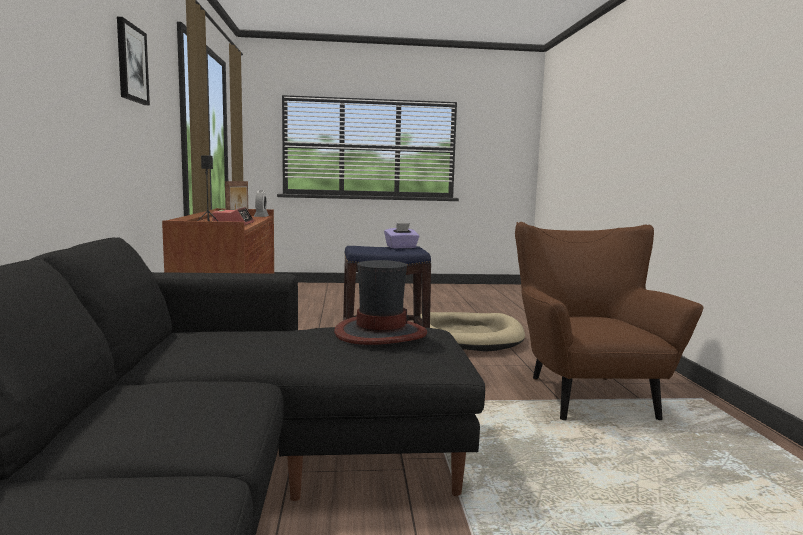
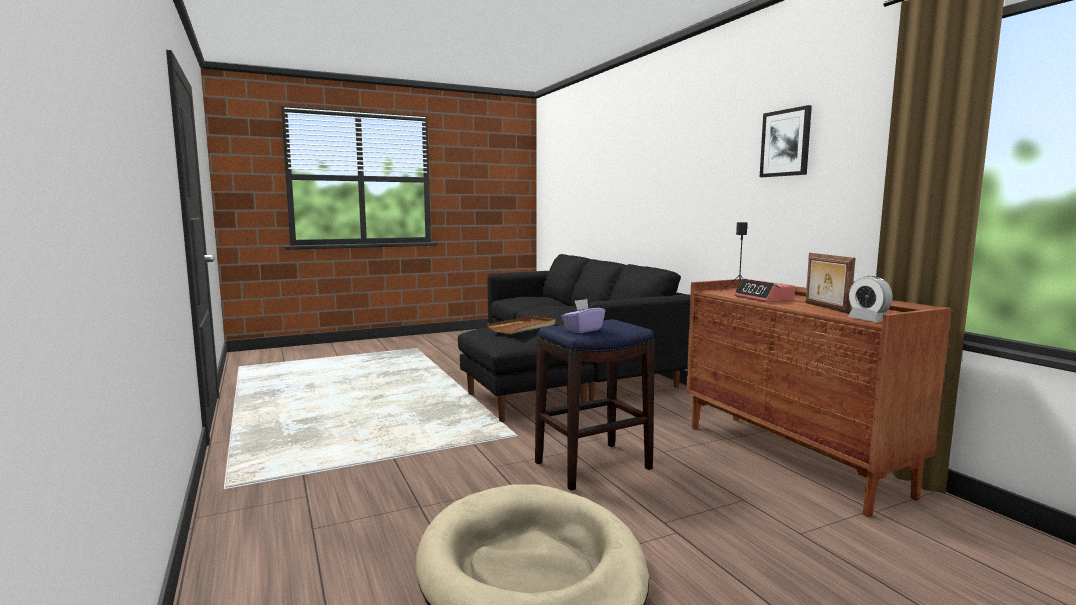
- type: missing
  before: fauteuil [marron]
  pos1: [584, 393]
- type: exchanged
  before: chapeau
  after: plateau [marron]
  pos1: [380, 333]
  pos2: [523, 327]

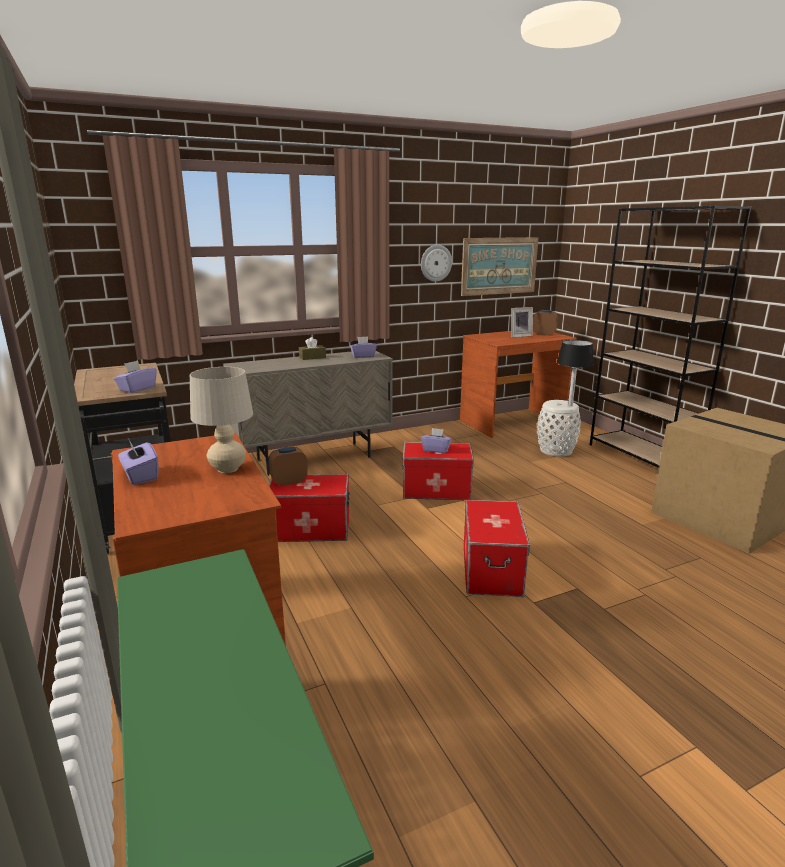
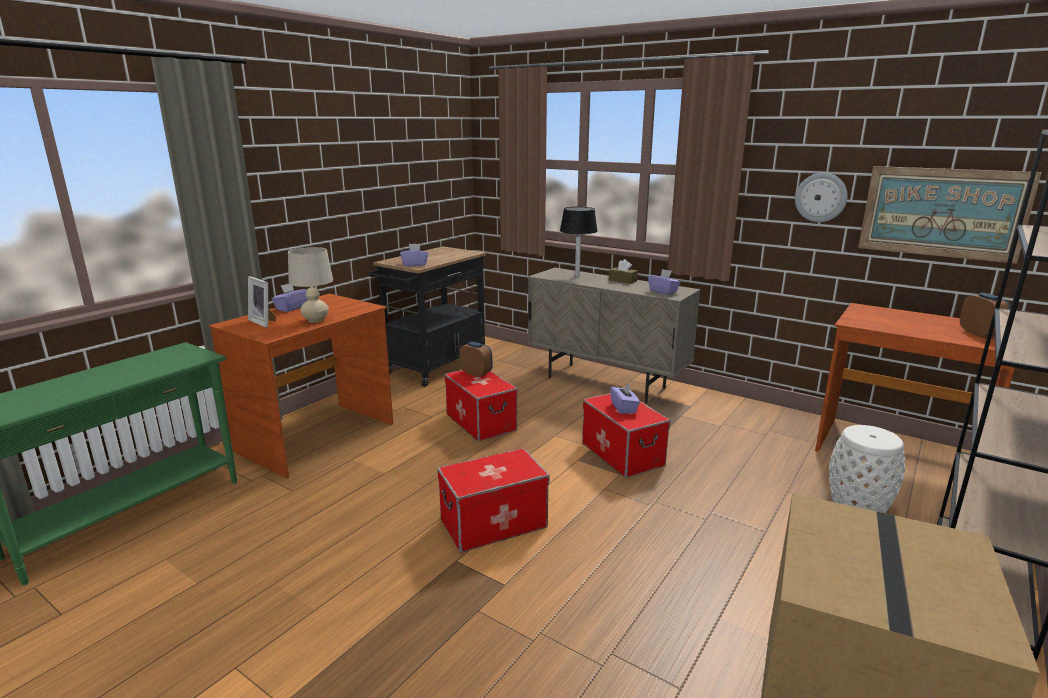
- type: relocated
  before: cadre photo
  pos1: [519, 336]
  pos2: [264, 322]
- type: relocated
  before: lampe de table [noir]
  pos1: [570, 405]
  pos2: [577, 276]

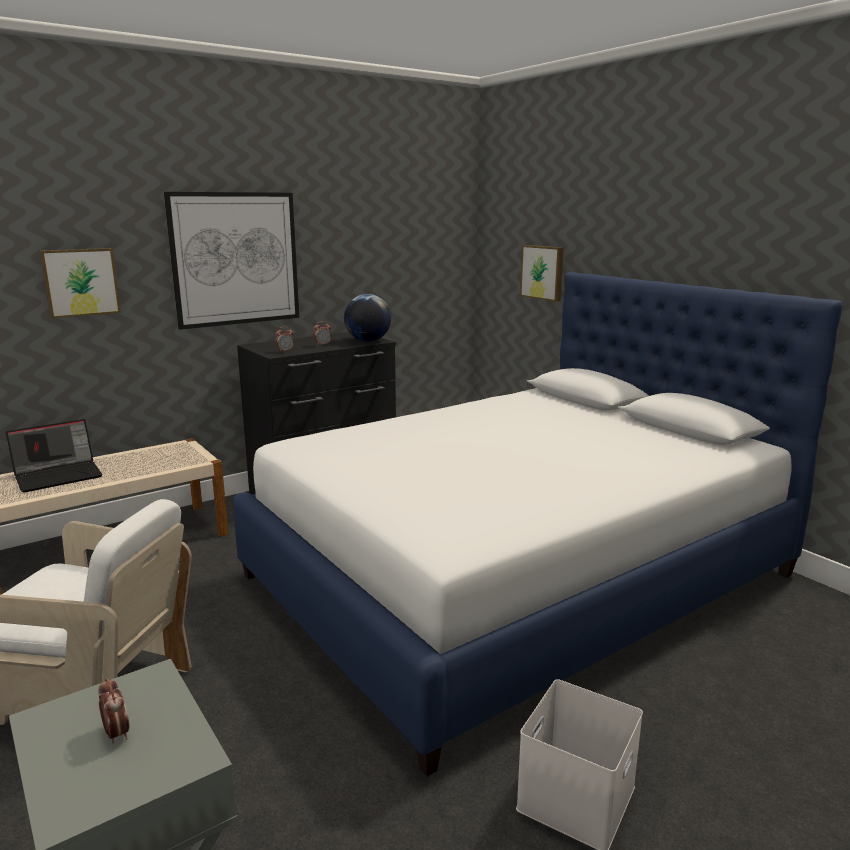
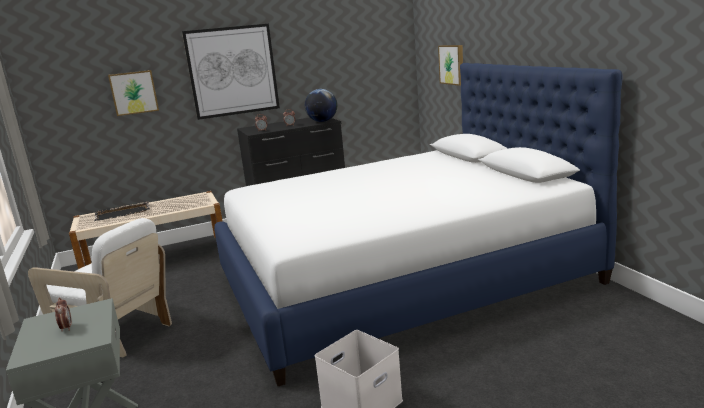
- type: exchanged
  before: ordinateur portable
  after: plateau [noir]
  pos1: [59, 475]
  pos2: [123, 213]

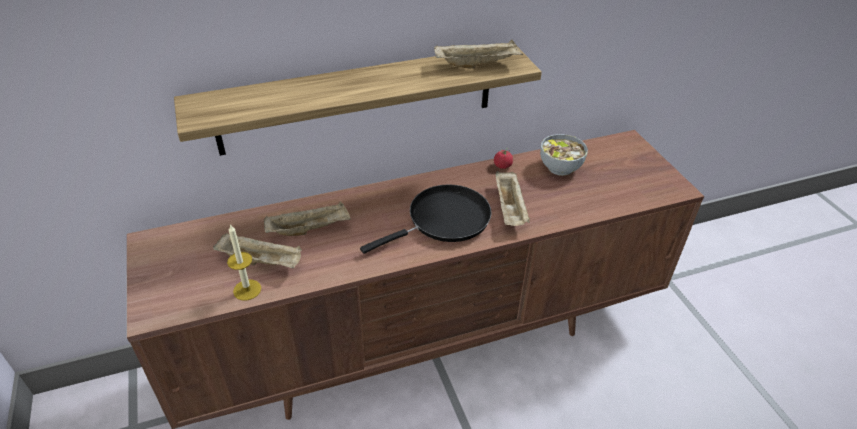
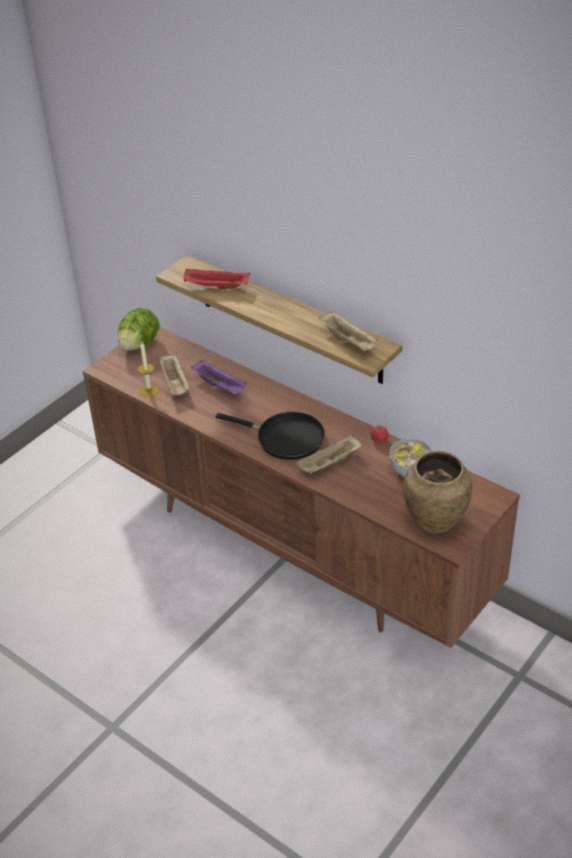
- type: colour
  before: plateau [beige]
  after: plateau [violet]
  pos1: [310, 229]
  pos2: [220, 386]
- type: appeared
  after: plateau [rouge]
  pos2: [216, 287]
- type: appeared
  after: laitue
  pos2: [139, 344]
- type: appeared
  after: vase [marron]
  pos2: [435, 522]

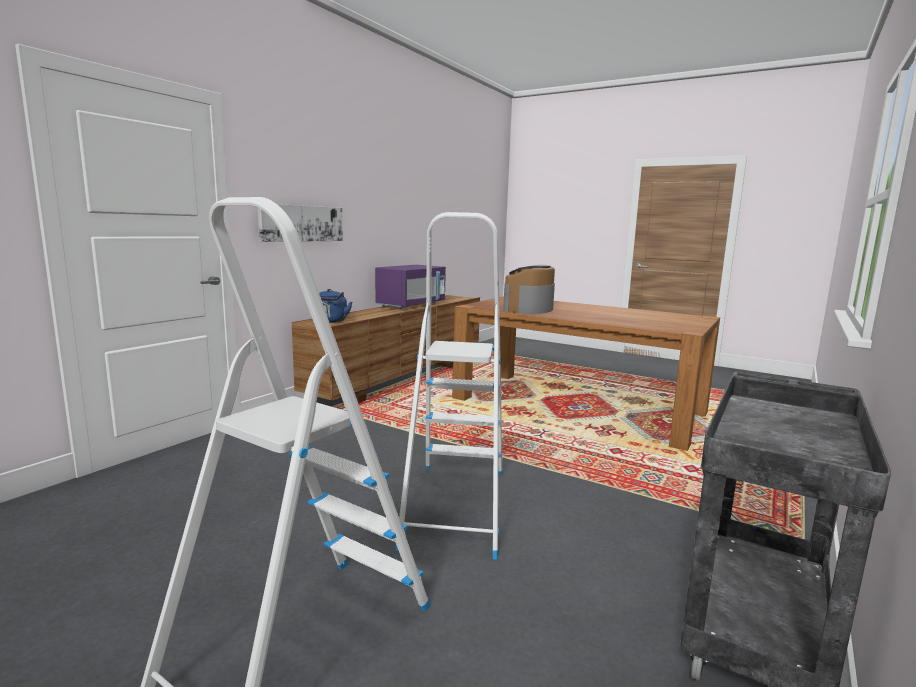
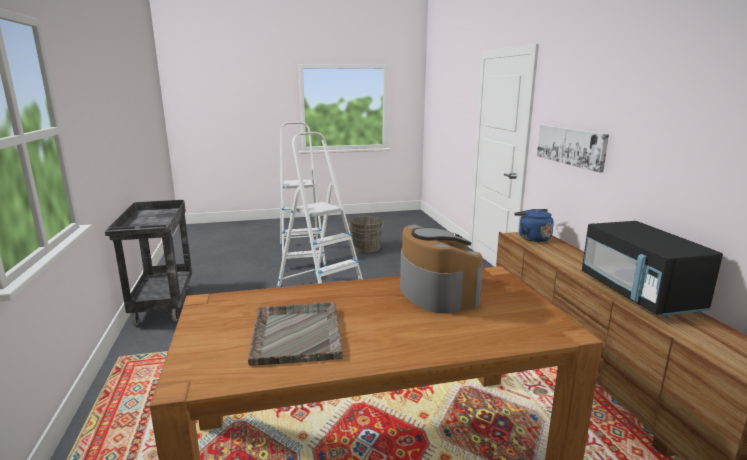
- type: colour
  before: micro-ondes [violet]
  after: micro-ondes [noir]
  pos1: [411, 305]
  pos2: [639, 294]
- type: appeared
  after: seau [gris]
  pos2: [366, 249]
- type: appeared
  after: plateau [gris]
  pos2: [297, 333]

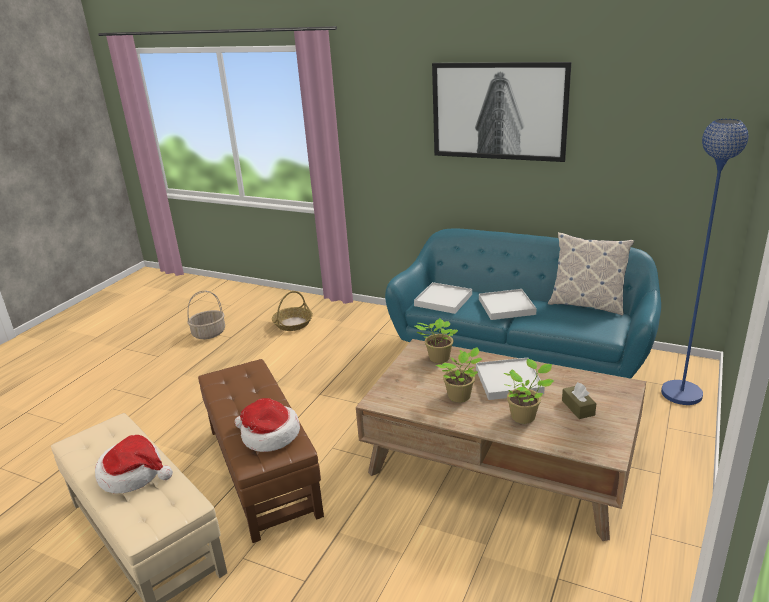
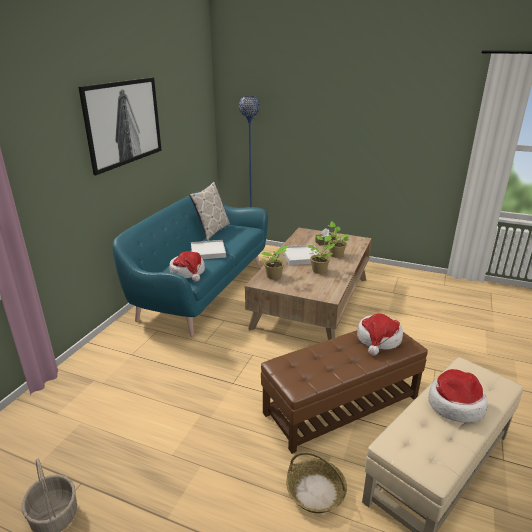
- type: exchanged
  before: plateau [blanc]
  after: chapeau
  pos1: [443, 300]
  pos2: [188, 272]
- type: relocated
  before: panier
  pos1: [293, 323]
  pos2: [315, 492]

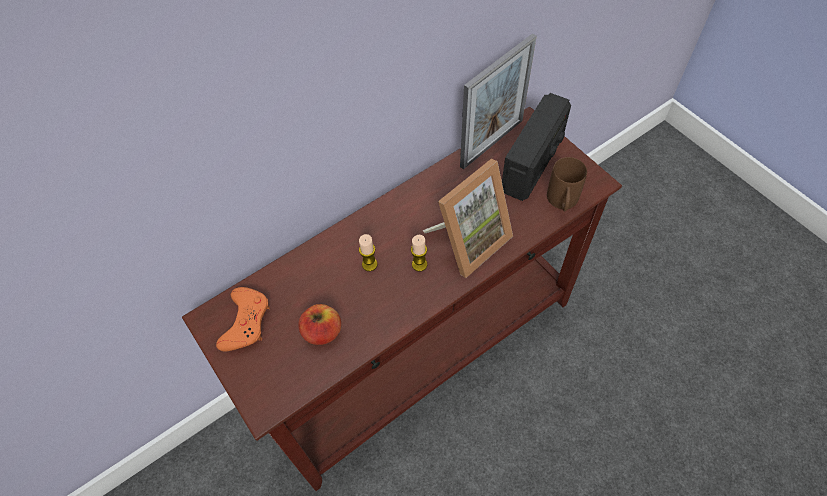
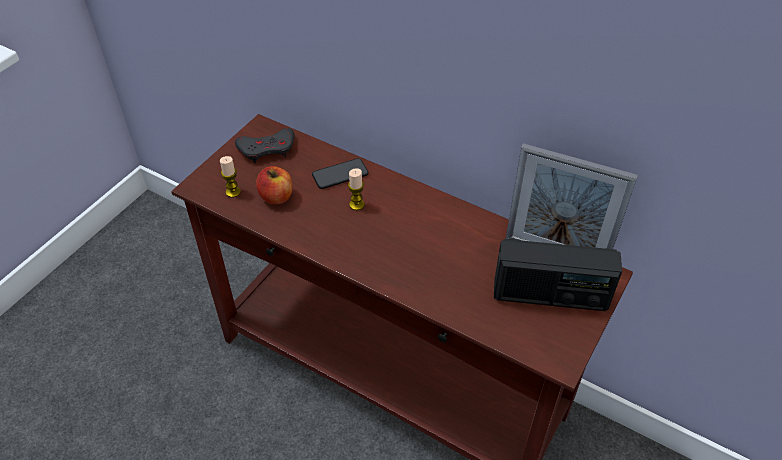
- type: missing
  before: mug [marron]
  pos1: [562, 203]
- type: missing
  before: cadre photo
  pos1: [468, 240]
- type: relocated
  before: bougie
  pos1: [419, 264]
  pos2: [233, 192]
- type: colour
  before: manette [orange]
  after: manette [gris]
  pos1: [246, 322]
  pos2: [267, 149]
- type: appeared
  after: téléphone
  pos2: [340, 174]

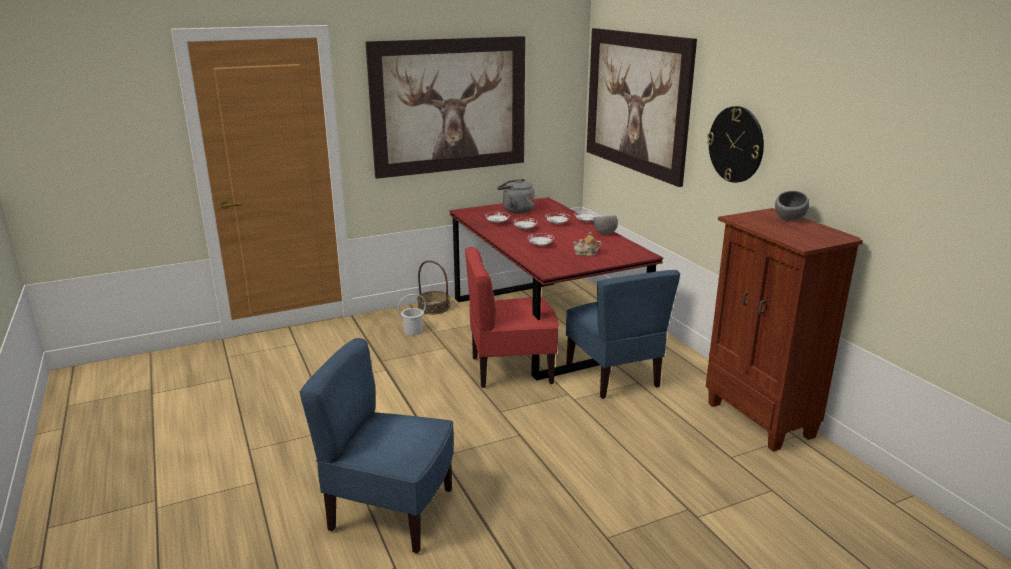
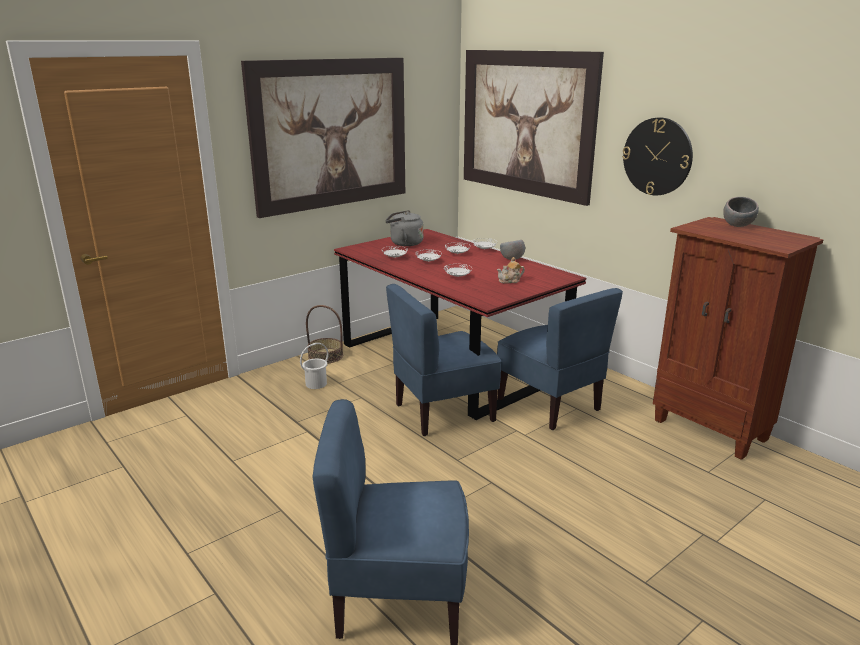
- type: colour
  before: chaise [rouge]
  after: chaise [bleu]
  pos1: [511, 369]
  pos2: [443, 412]

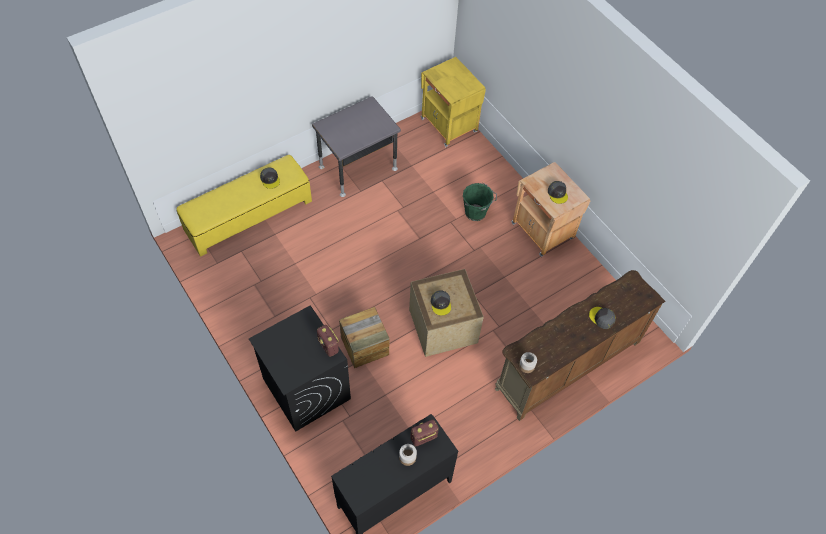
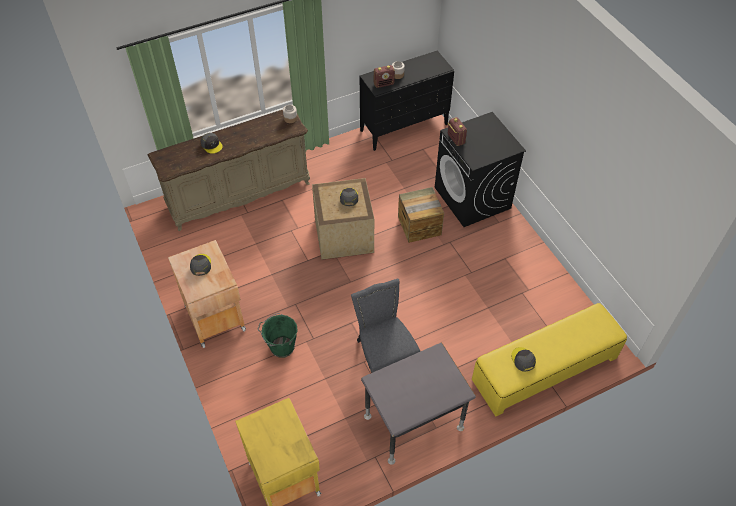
- type: appeared
  after: chaise [gris]
  pos2: [384, 357]

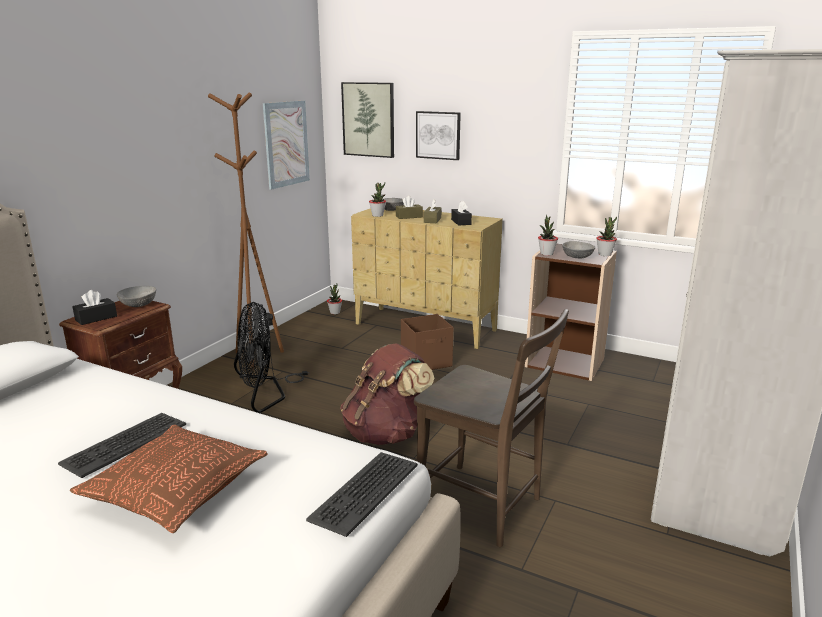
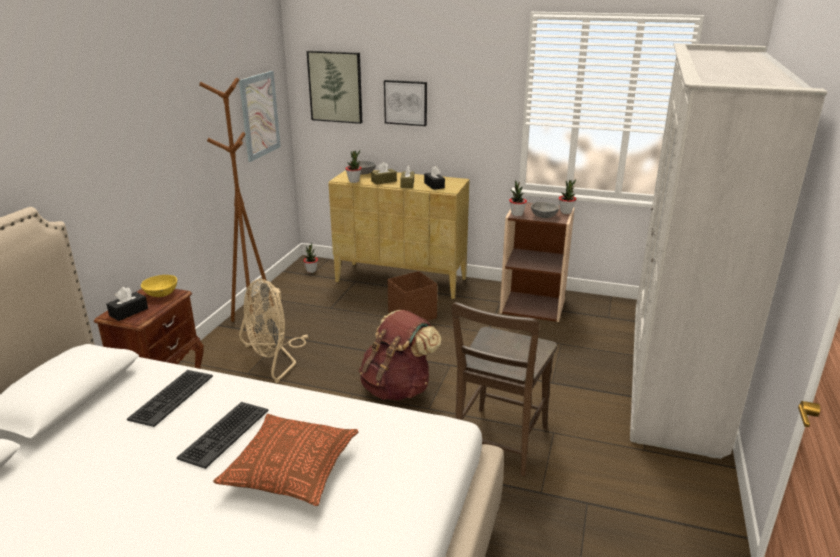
- type: colour
  before: bol [gris]
  after: bol [jaune]
  pos1: [139, 304]
  pos2: [161, 293]
- type: colour
  before: ventilateur [noir]
  after: ventilateur [beige]
  pos1: [266, 390]
  pos2: [275, 357]
- type: spun
  before: chaise [marron]
  pos1: [484, 506]
  pos2: [498, 444]
  turn: 90
- type: relocated
  before: clavier
  pos1: [364, 491]
  pos2: [171, 397]

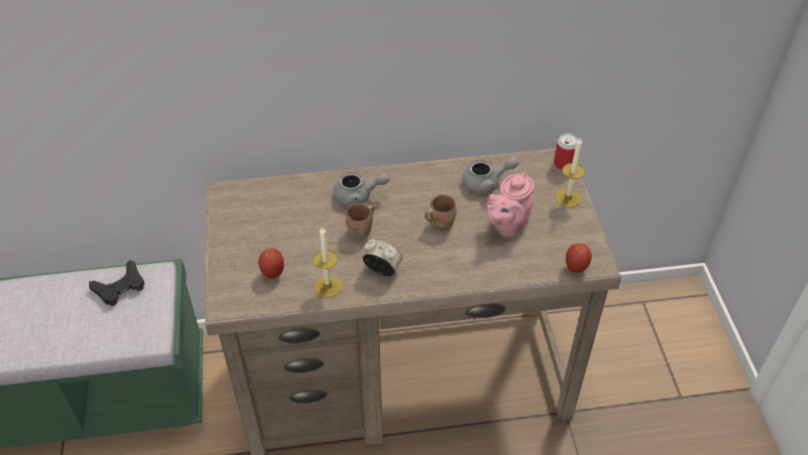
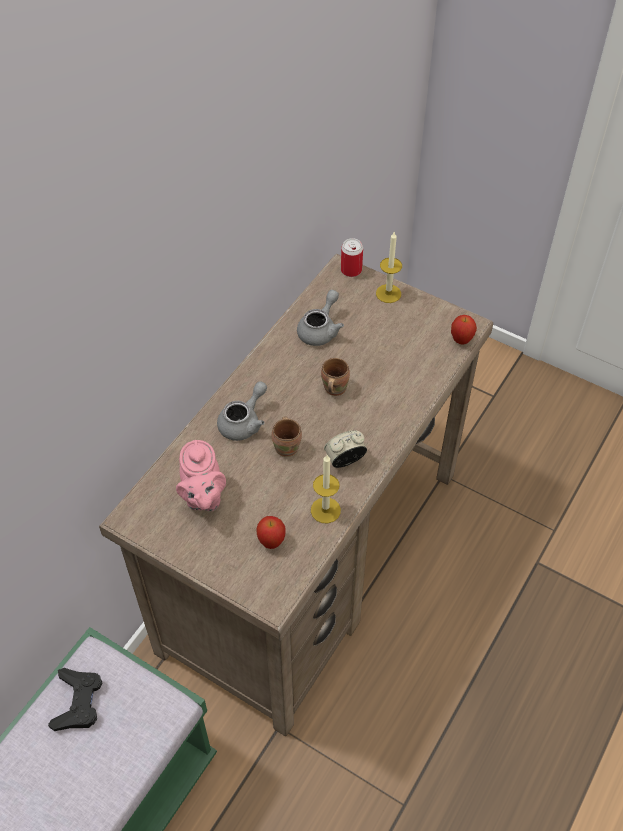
- type: relocated
  before: théière [rose]
  pos1: [507, 225]
  pos2: [203, 497]

